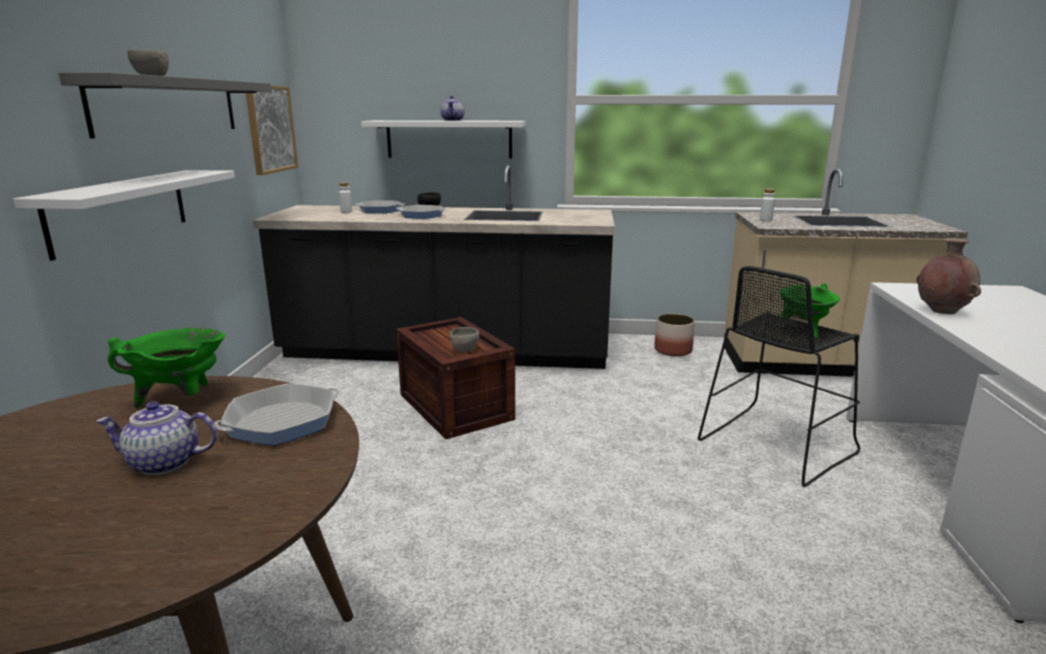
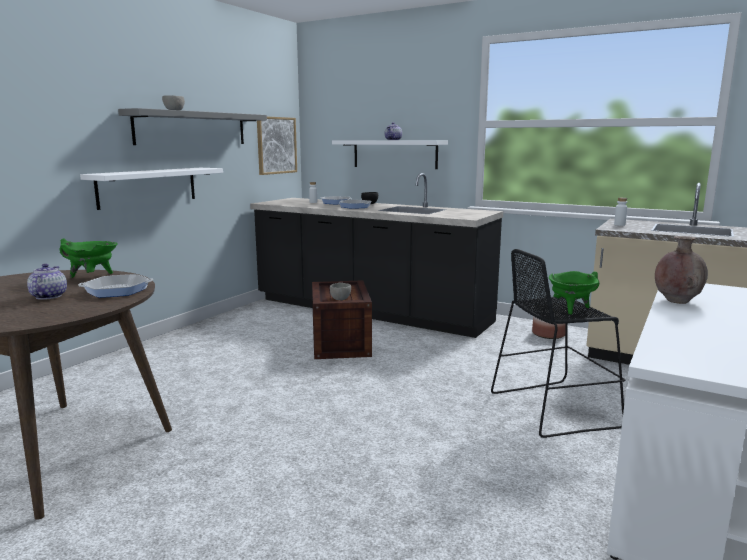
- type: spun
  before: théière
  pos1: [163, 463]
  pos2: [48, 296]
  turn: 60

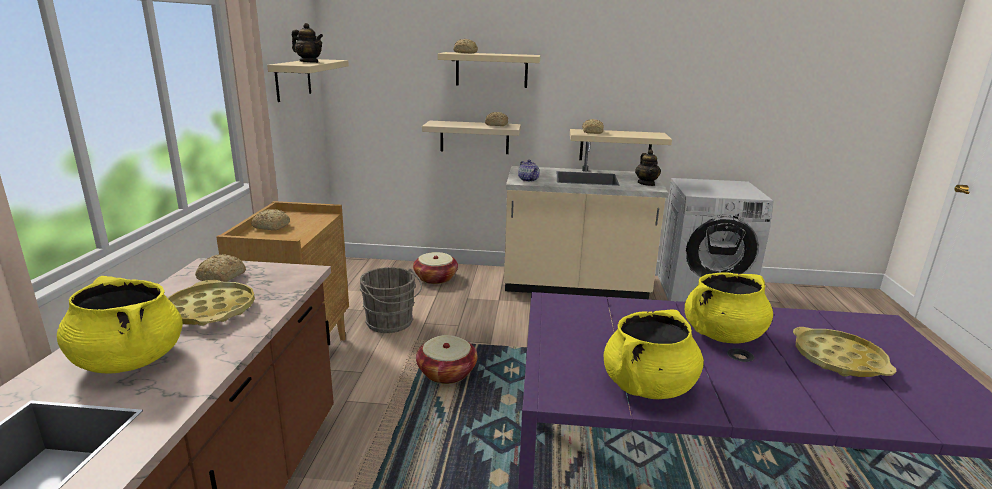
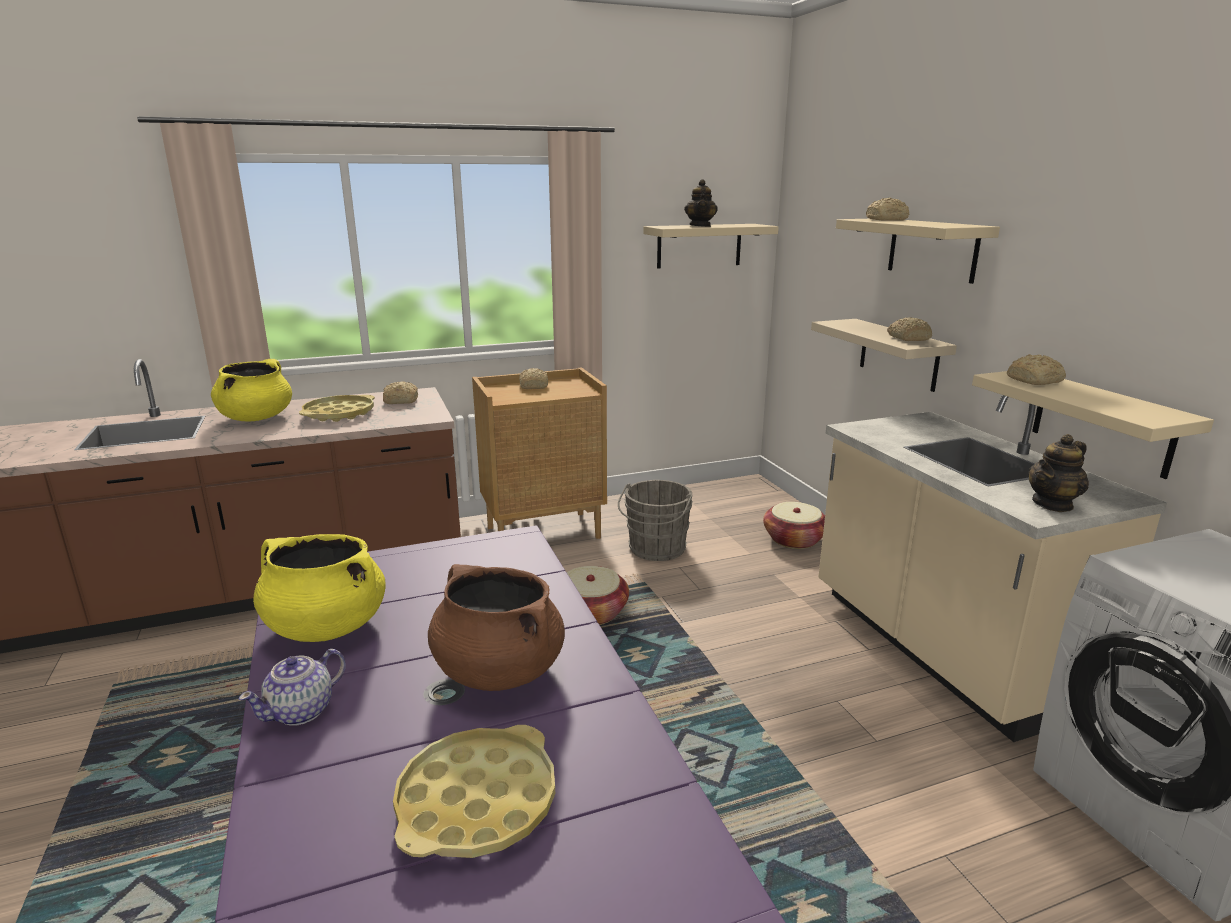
- type: relocated
  before: théière
  pos1: [528, 180]
  pos2: [302, 711]
- type: colour
  before: marmite [jaune]
  after: marmite [marron]
  pos1: [722, 335]
  pos2: [498, 670]

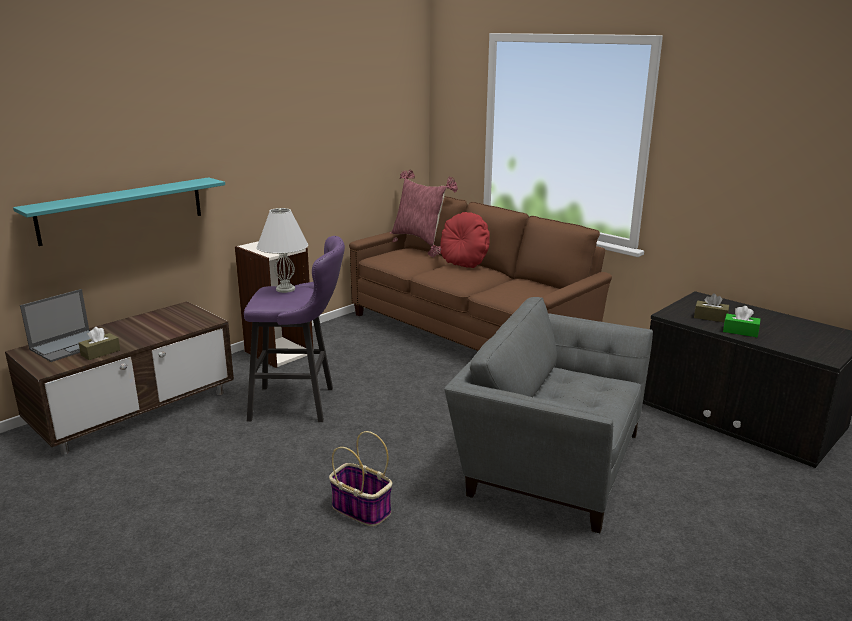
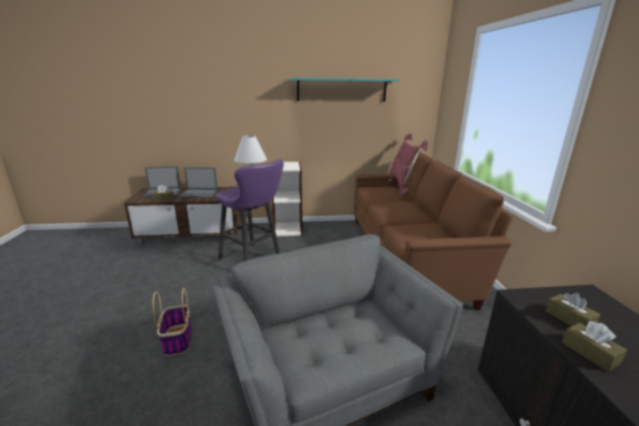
- type: relocated
  before: étagère [turquoise]
  pos1: [122, 210]
  pos2: [342, 90]
- type: missing
  before: coussin [rouge]
  pos1: [464, 264]
- type: colour
  before: boîte à mouchoirs [vert]
  after: boîte à mouchoirs [marron]
  pos1: [740, 331]
  pos2: [590, 353]
- type: appeared
  after: ordinateur portable
  pos2: [199, 193]

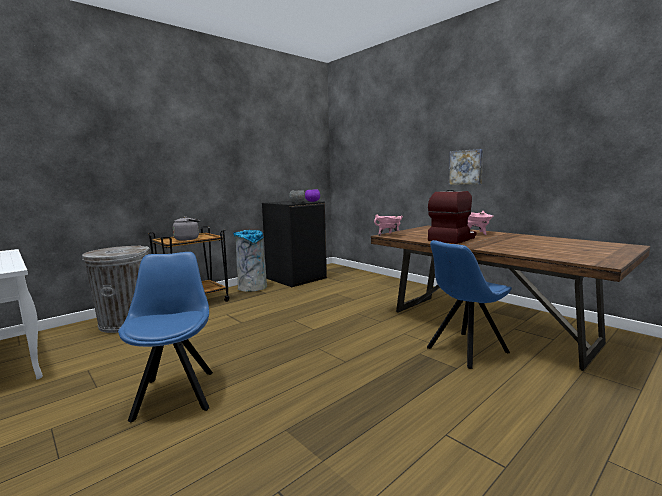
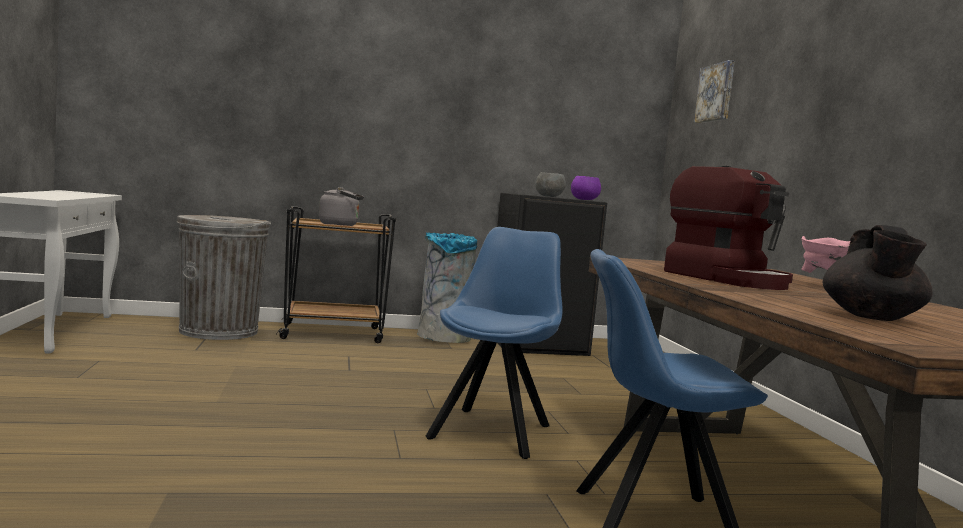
- type: relocated
  before: tableau
  pos1: [466, 167]
  pos2: [716, 93]
- type: spun
  before: machine à café
  pos1: [452, 239]
  pos2: [728, 279]
  turn: 75
- type: missing
  before: marmite [rose]
  pos1: [389, 235]
- type: relocated
  before: chaise [bleu]
  pos1: [176, 394]
  pos2: [491, 432]
- type: appeared
  after: théière [noir]
  pos2: [872, 318]

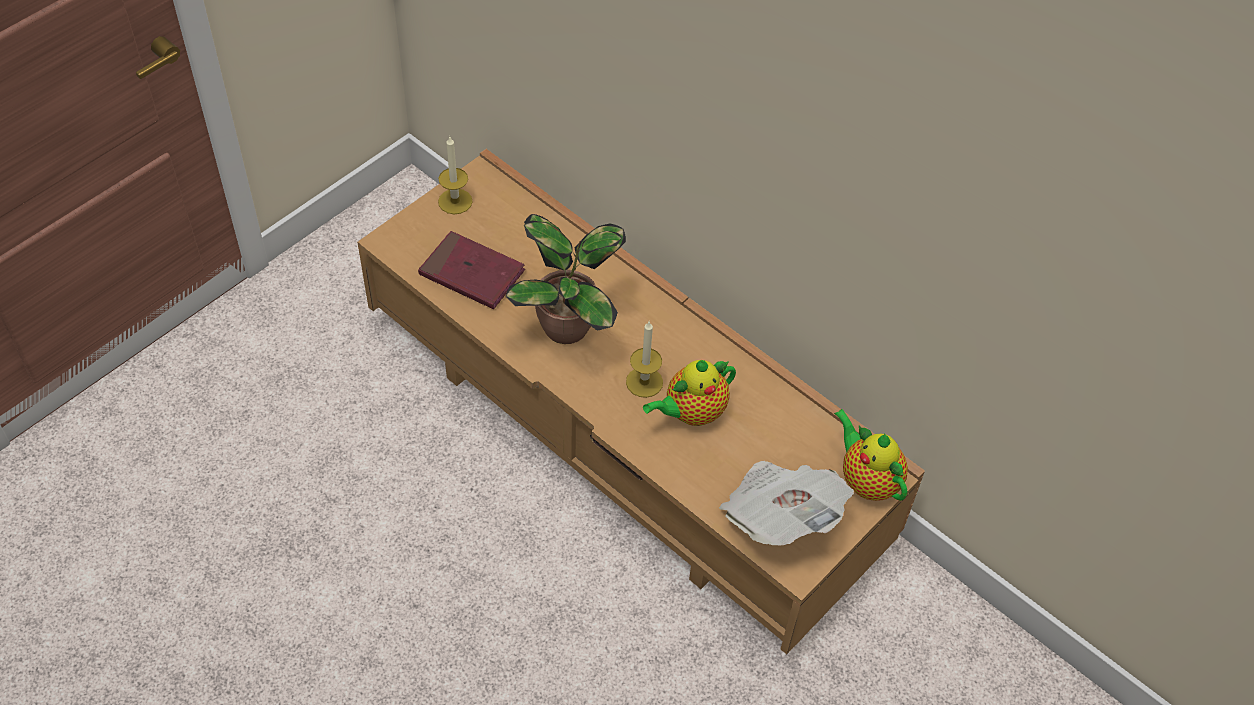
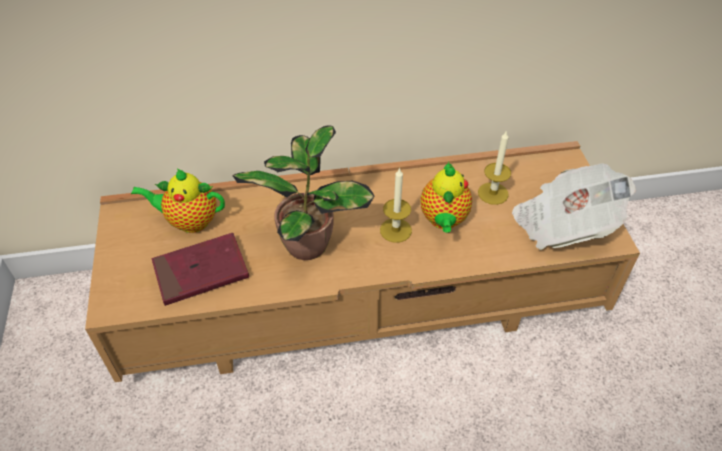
- type: relocated
  before: bougie
  pos1: [455, 201]
  pos2: [493, 193]
- type: relocated
  before: théière
  pos1: [867, 480]
  pos2: [189, 221]

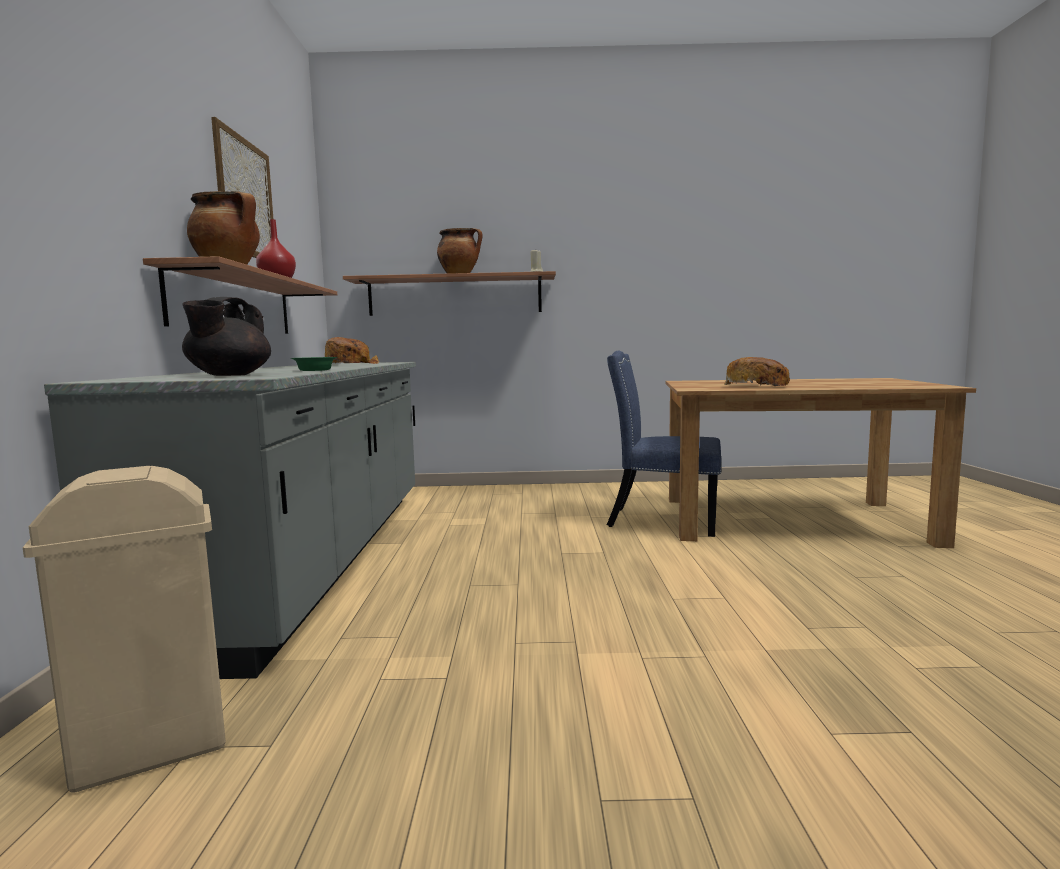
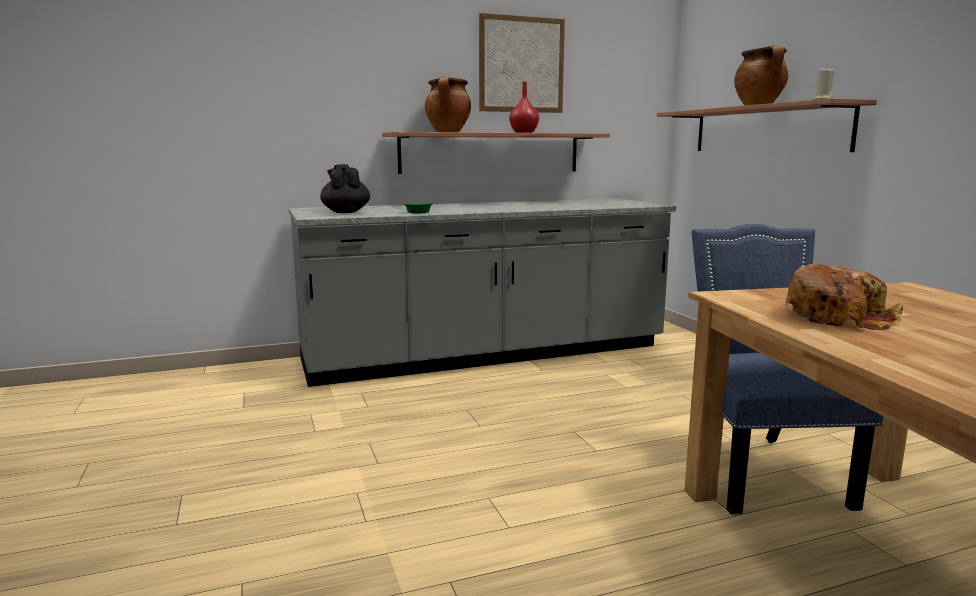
- type: spun
  before: théière [noir]
  pos1: [228, 375]
  pos2: [345, 212]
  turn: 75
- type: missing
  before: pain
  pos1: [352, 364]
- type: missing
  before: poubelle [beige]
  pos1: [151, 749]

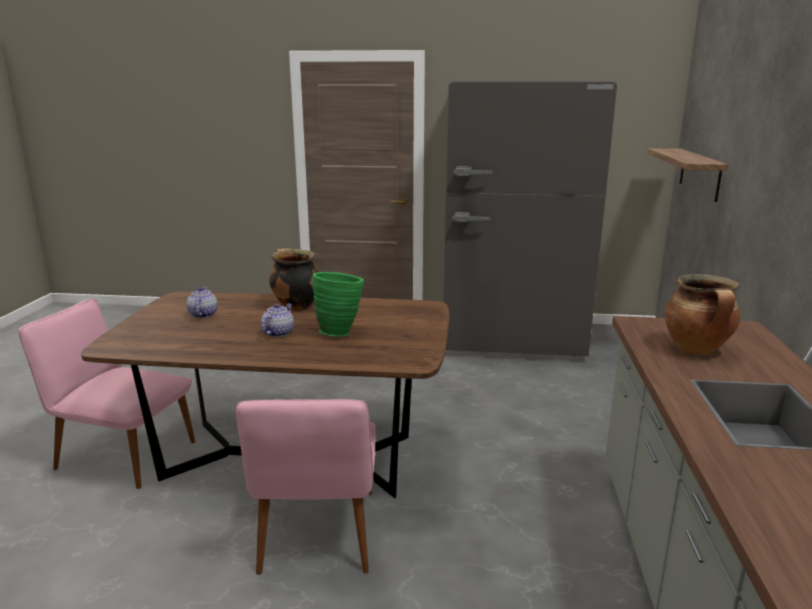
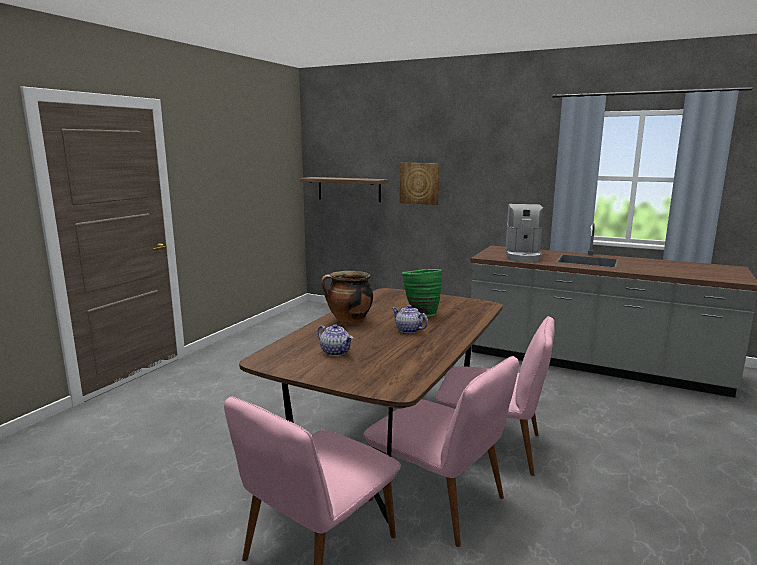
- type: missing
  before: réfrigérateur [gris]
  pos1: [512, 339]
- type: exchanged
  before: marmite
  after: machine à café
  pos1: [697, 350]
  pos2: [523, 256]
- type: spun
  before: théière
  pos1: [202, 314]
  pos2: [336, 352]
  turn: -150
- type: appeared
  after: tableau
  pos2: [419, 183]
- type: appeared
  after: chaise [rose]
  pos2: [436, 498]

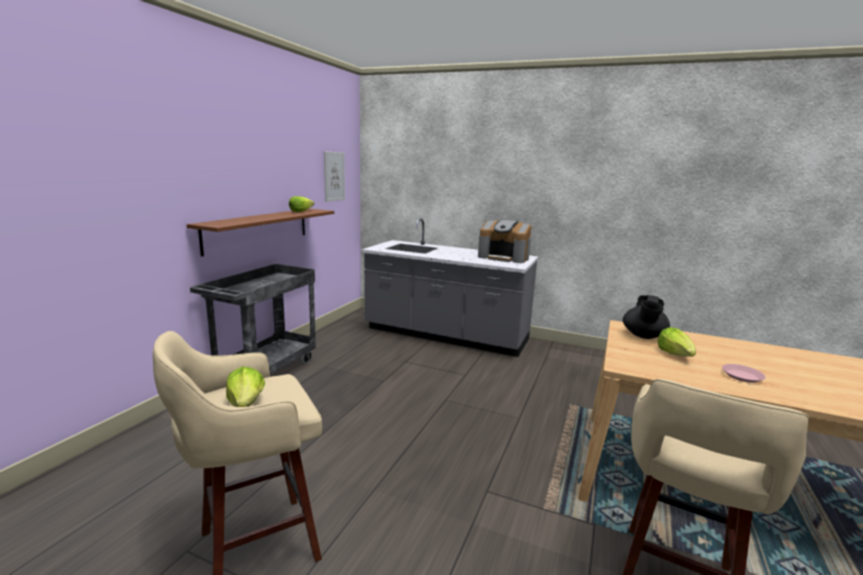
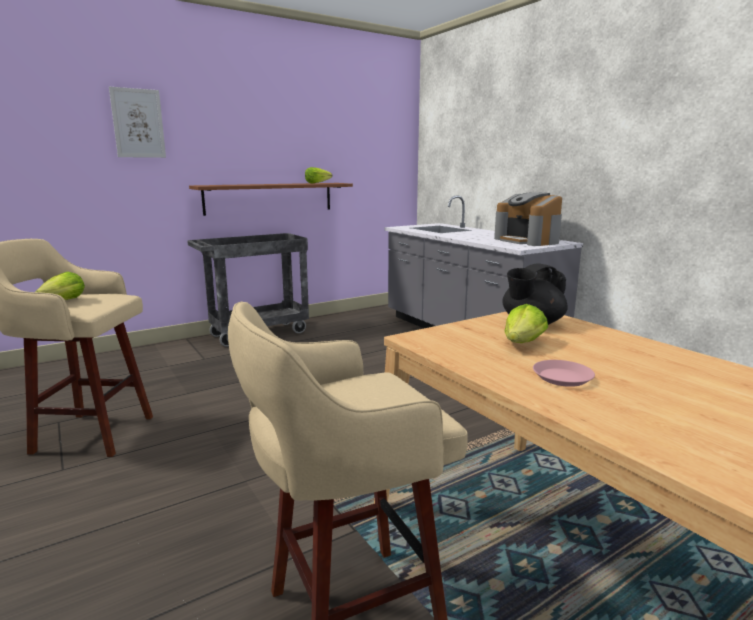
- type: relocated
  before: tableau
  pos1: [334, 176]
  pos2: [138, 123]

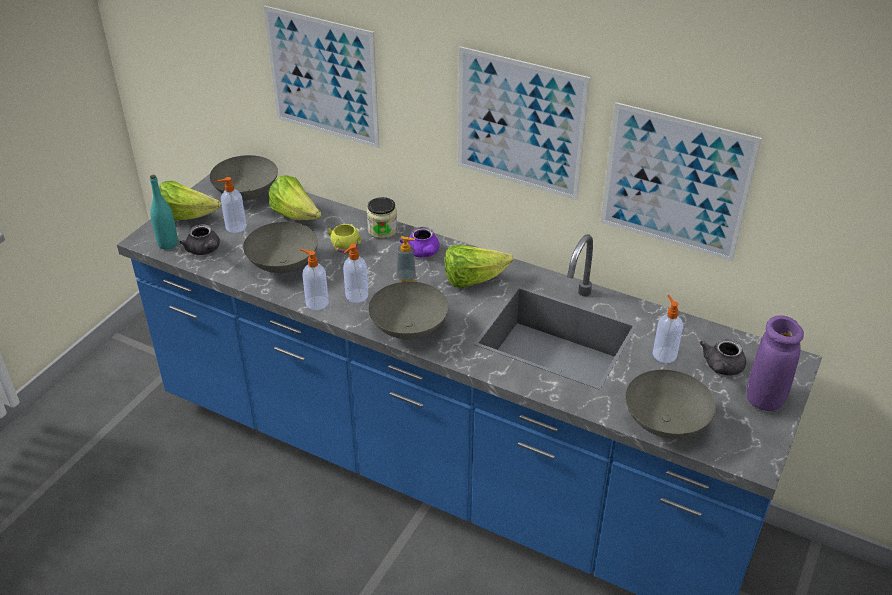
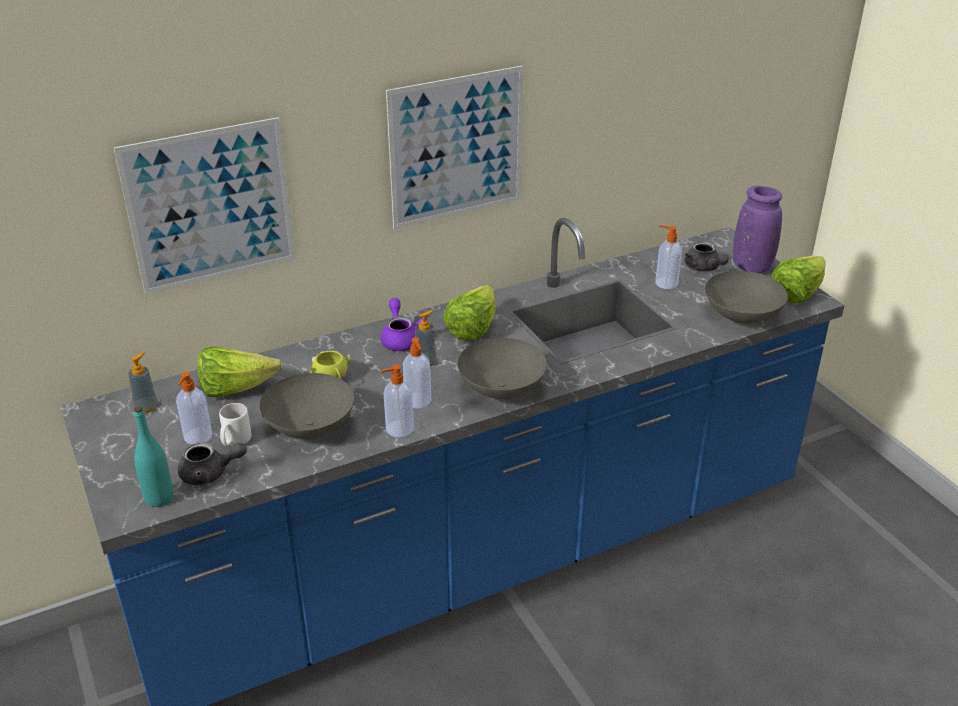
- type: missing
  before: tableau
  pos1: [675, 182]
- type: exchanged
  before: bol [gris]
  after: distributeur de savon
  pos1: [246, 193]
  pos2: [146, 407]
- type: relocated
  before: laitue
  pos1: [186, 217]
  pos2: [797, 293]
- type: missing
  before: bocal
  pos1: [382, 230]
- type: spun
  before: théière [violet]
  pos1: [423, 253]
  pos2: [401, 338]
  turn: -120
- type: appeared
  after: mug [blanc]
  pos2: [235, 442]

